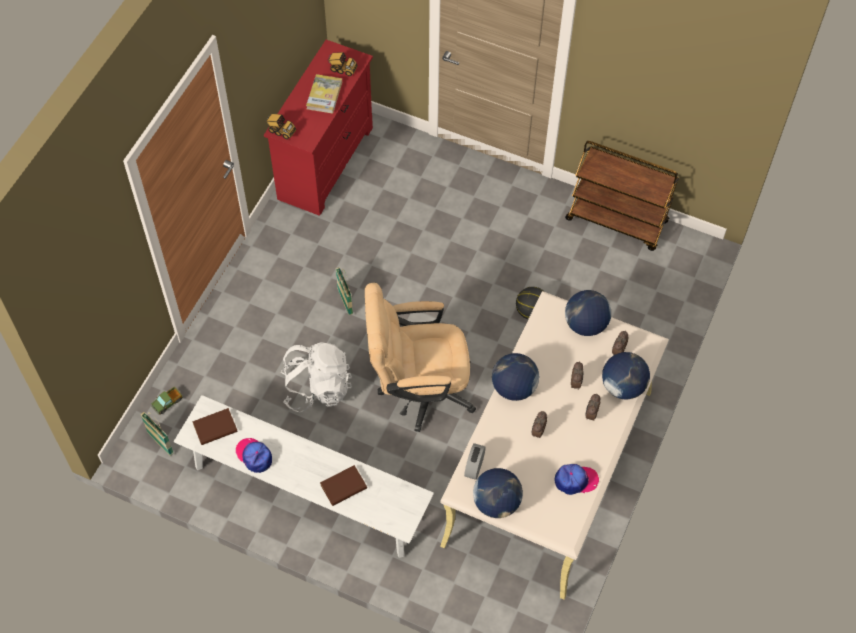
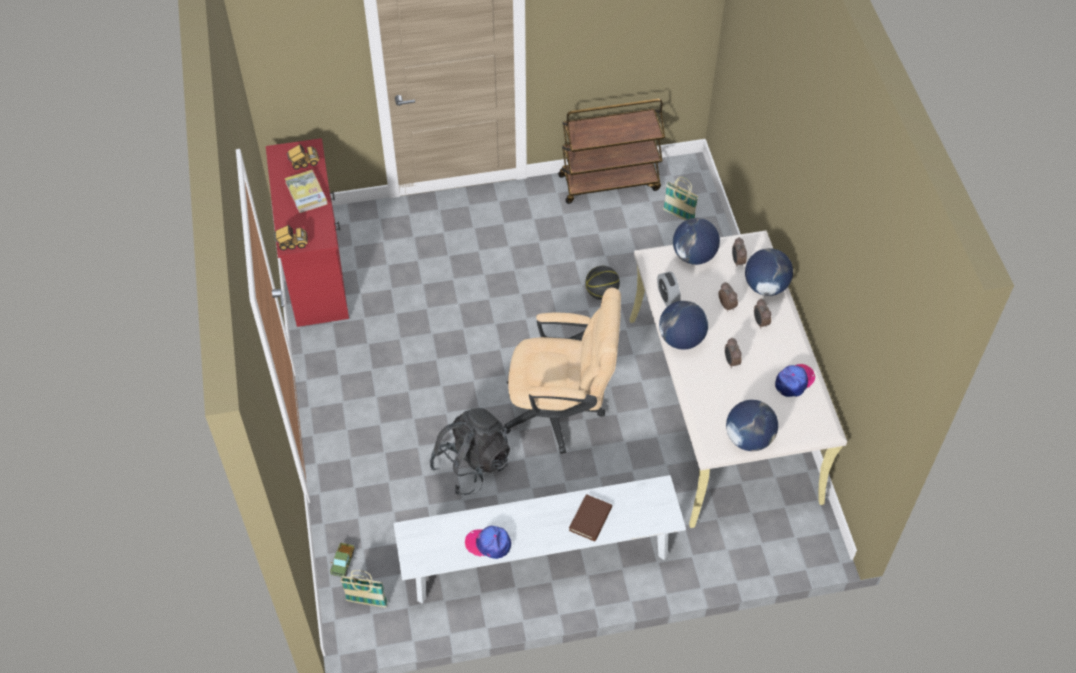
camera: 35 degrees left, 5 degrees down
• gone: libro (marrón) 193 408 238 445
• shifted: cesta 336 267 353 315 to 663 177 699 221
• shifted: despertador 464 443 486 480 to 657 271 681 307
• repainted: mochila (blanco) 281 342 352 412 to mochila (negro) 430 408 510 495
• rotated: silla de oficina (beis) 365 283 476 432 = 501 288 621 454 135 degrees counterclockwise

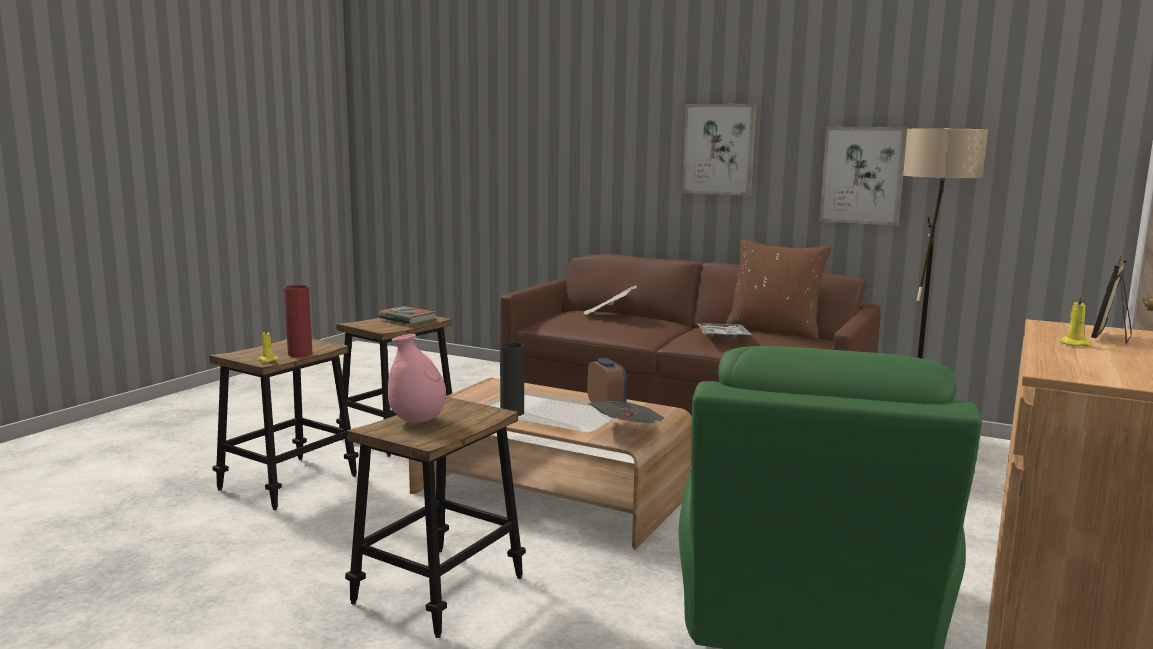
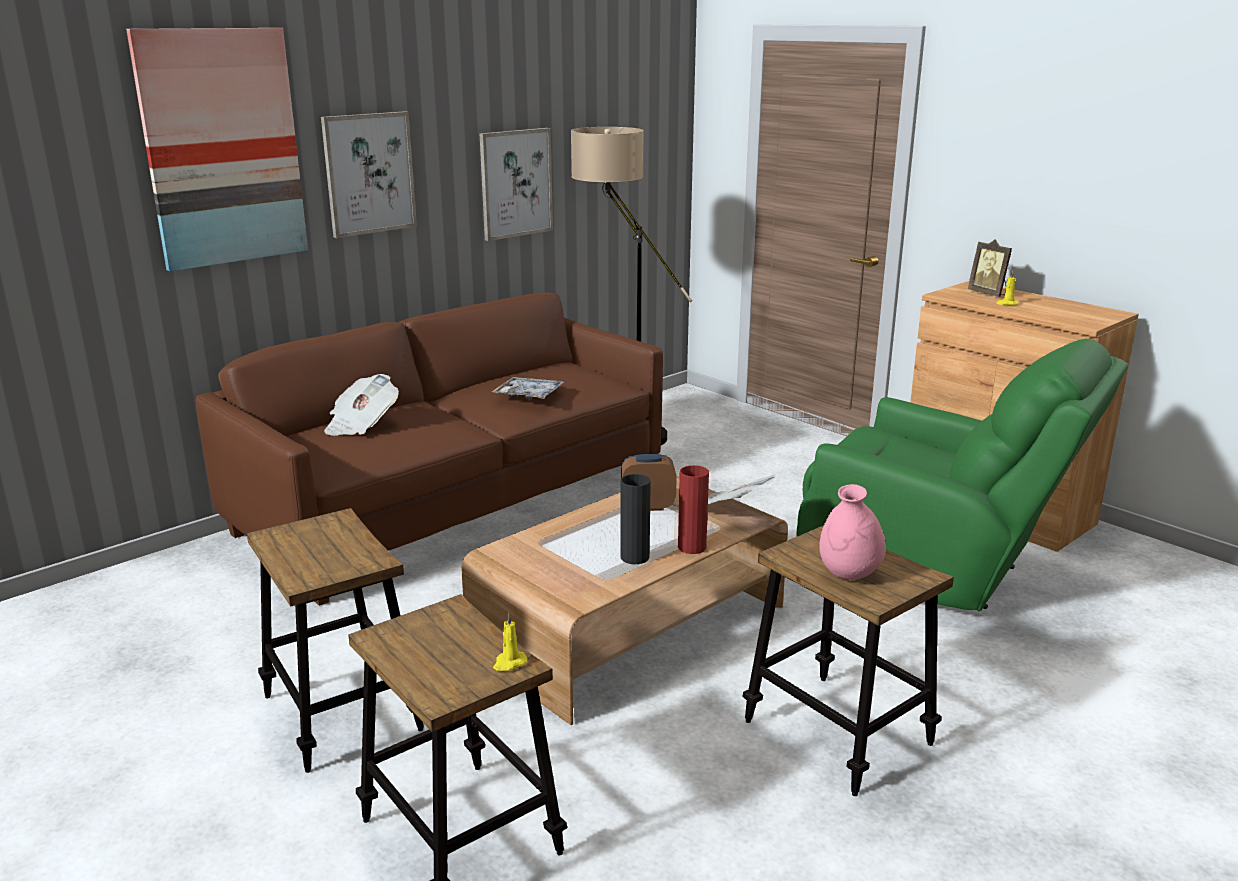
camera: 70 degrees left, 10 degrees up
• gone: libro 378 306 436 325
• gone: cojín (marrón) 725 240 831 340
• new: cuadro 126 28 308 272
• shifted: florero (rojo) 284 285 312 357 to 678 465 709 554

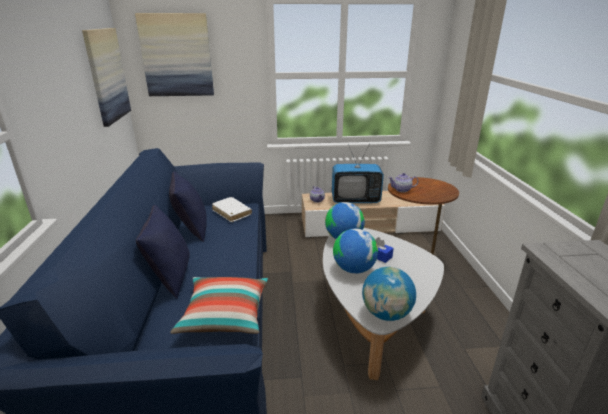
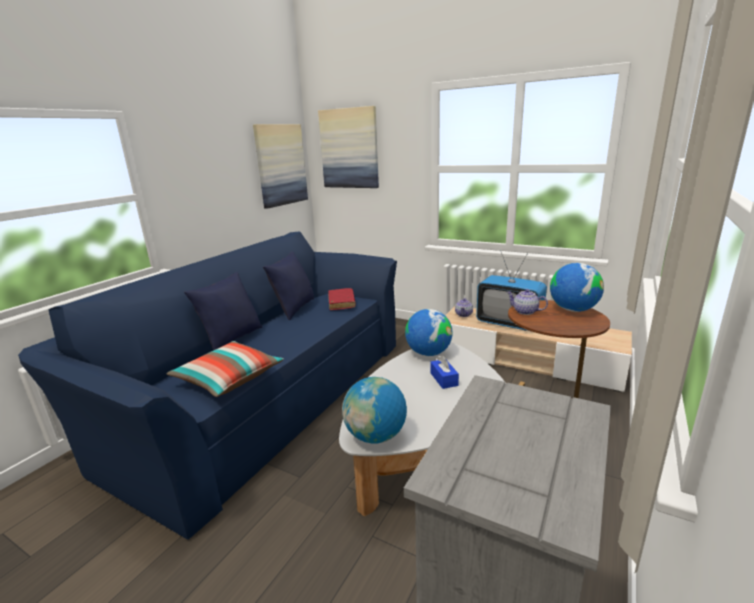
camera: 35 degrees right, 5 degrees down
• shifted: globo terráqueo 333 229 378 274 to 550 263 604 312
• repainted: libro (blanco) 212 197 252 222 to libro (rojo) 328 288 356 310

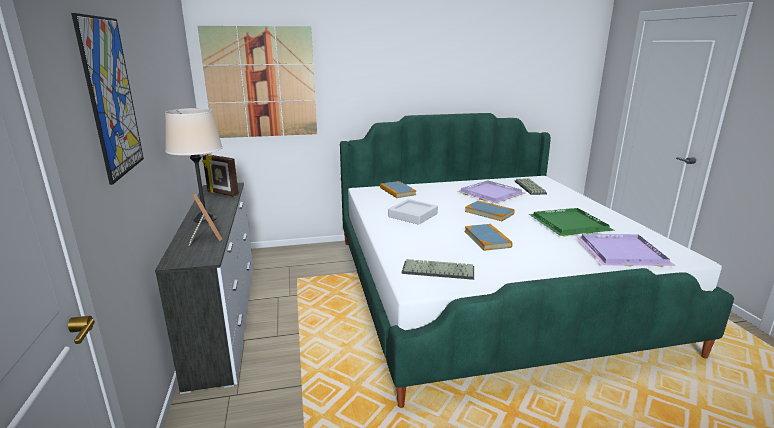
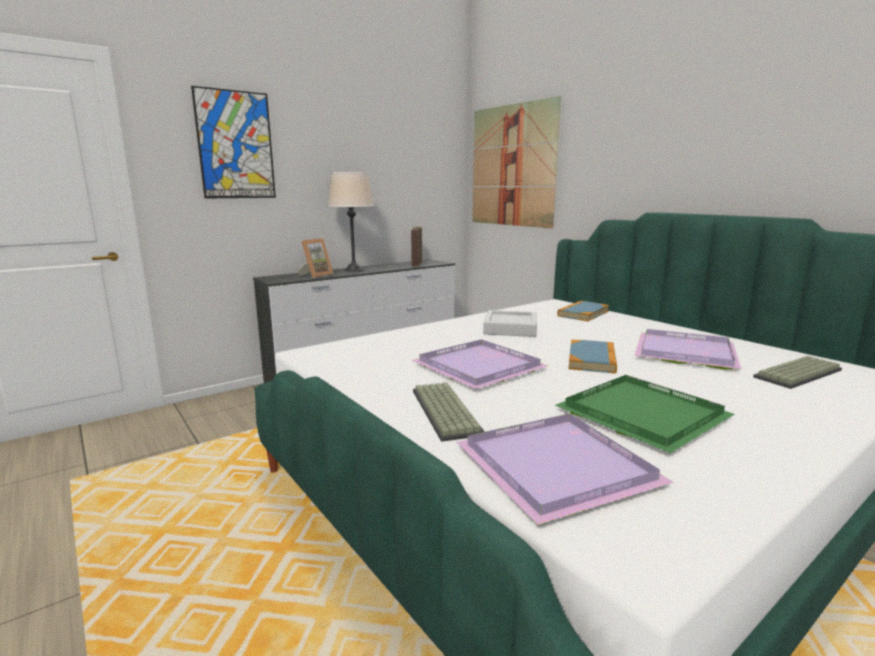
camera: 65 degrees right, 5 degrees down
• shifted: teclado 402 259 474 280 to 413 382 485 442
• swapped: libro 465 224 513 251 to bandeja (morado) 412 339 548 389

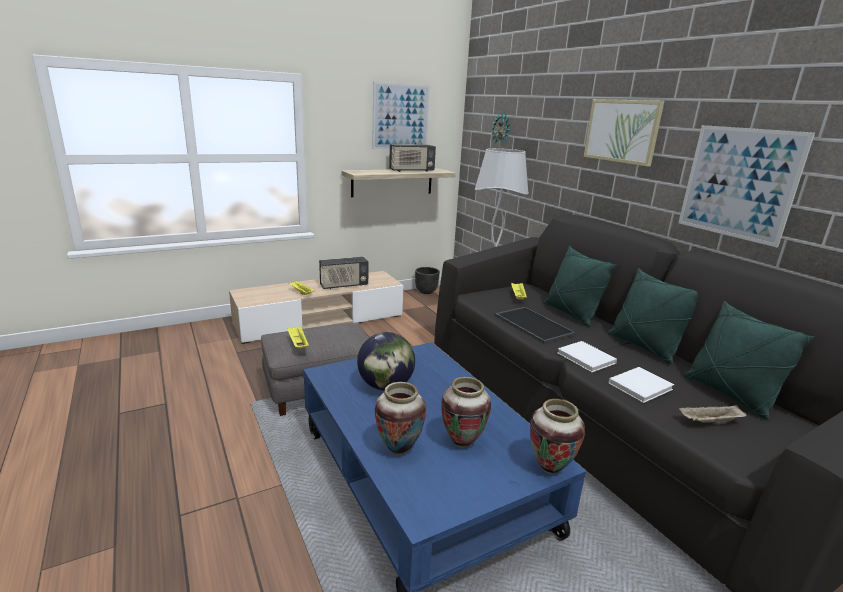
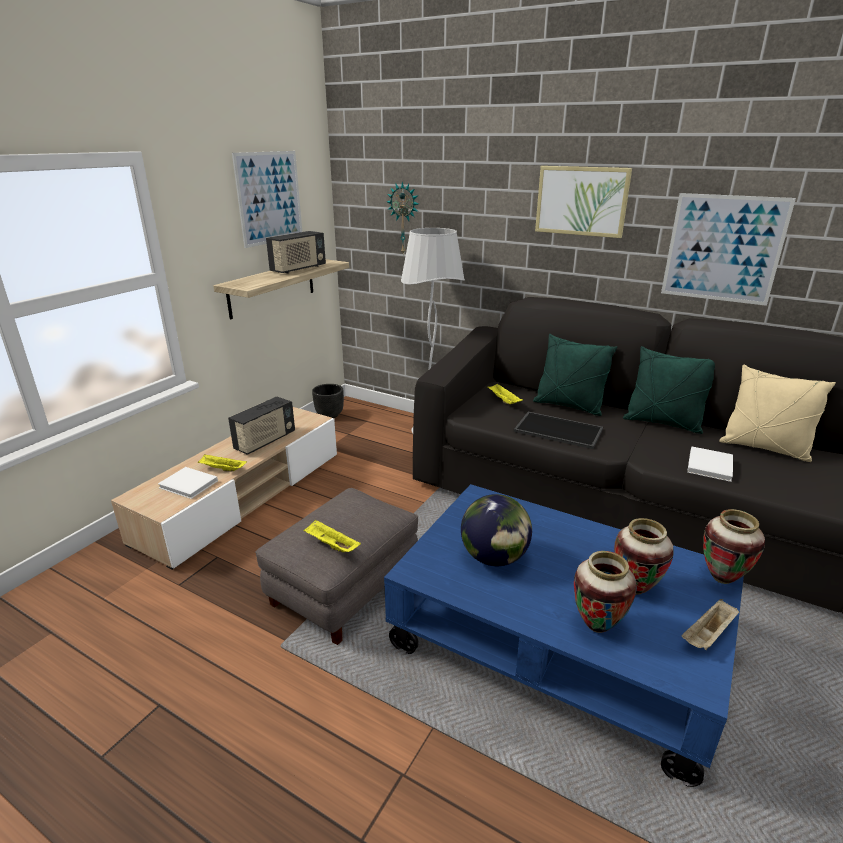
camera: 30 degrees left, 5 degrees up
• shifted: libro (blanco) 557 341 617 372 to 158 467 218 499
• shifted: bandeja (beis) 679 405 747 425 to 682 599 739 650
• repainted: cojín (verde) 684 301 815 420 to cojín (beis) 719 365 836 462

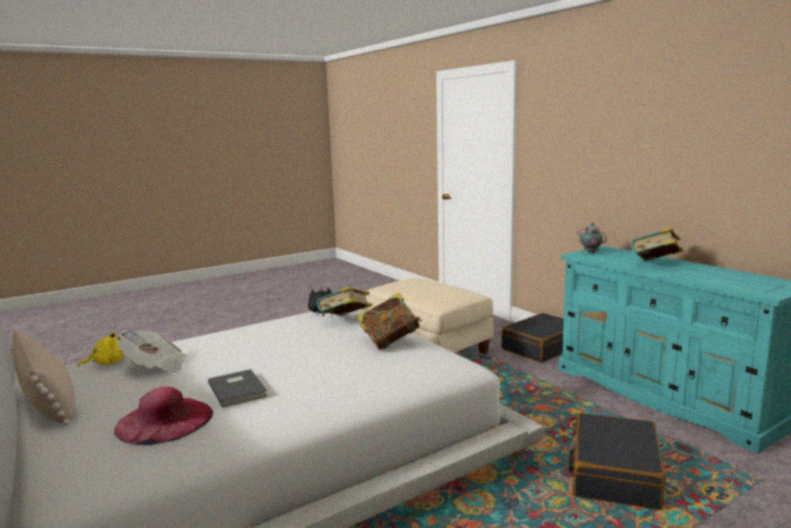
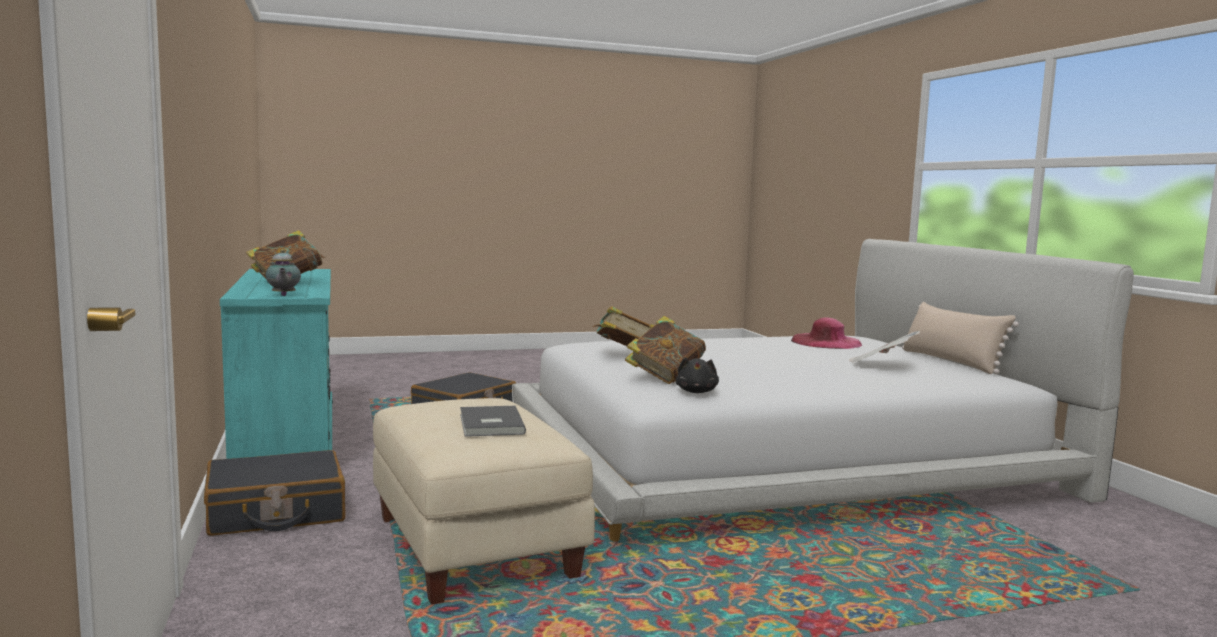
camera: 165 degrees left, 5 degrees down
• gone: peluche (amarillo) 77 332 125 367
• shifted: libro (gris) 208 369 268 408 to 460 406 526 437

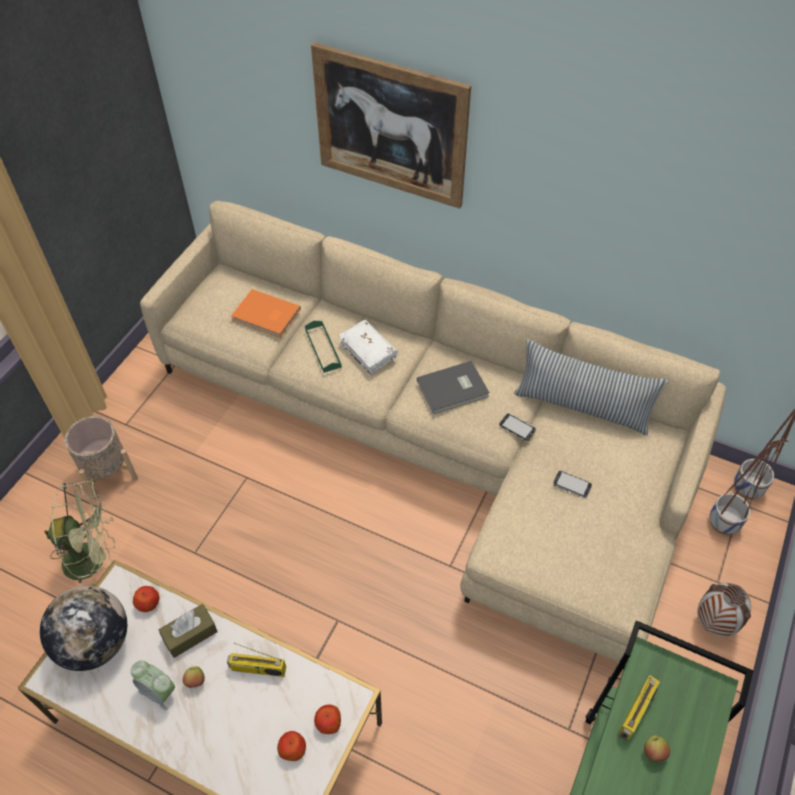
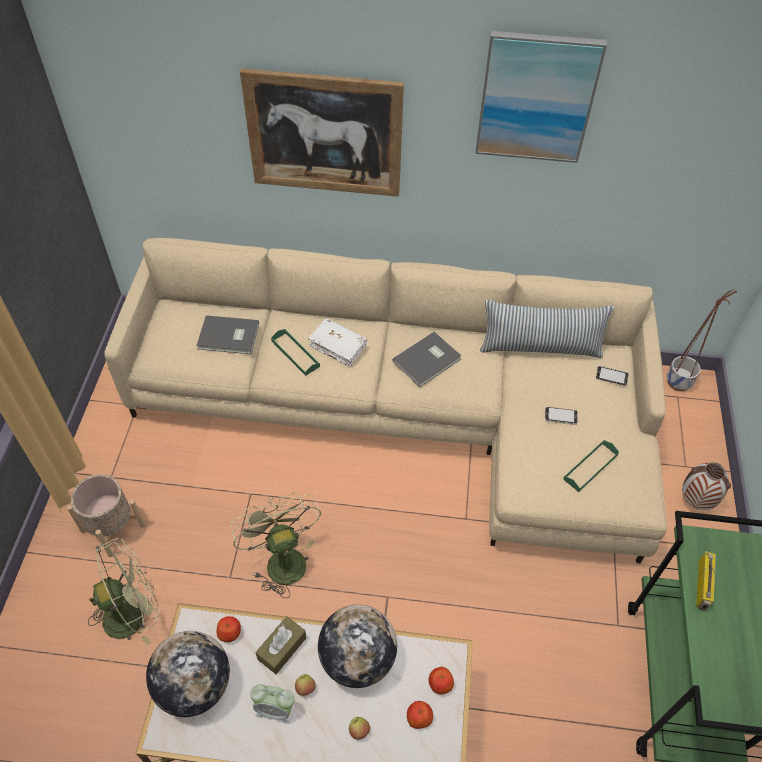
camera: 20 degrees left, 0 degrees up
• gone: maceta 709 440 789 535
• new: ventilador (verde) 230 492 321 598
• new: cuadro 475 31 607 163
• new: bandeja (verde) 563 440 619 492
• shifted: móvil 499 413 536 441 to 596 366 629 386
• shifted: manzana 644 735 670 762 to 349 717 370 740
• swapped: radio 227 643 286 677 to globo terráqueo 318 605 397 688
• repainted: libro (naranja) 231 289 301 338 to libro (gris) 196 315 259 354

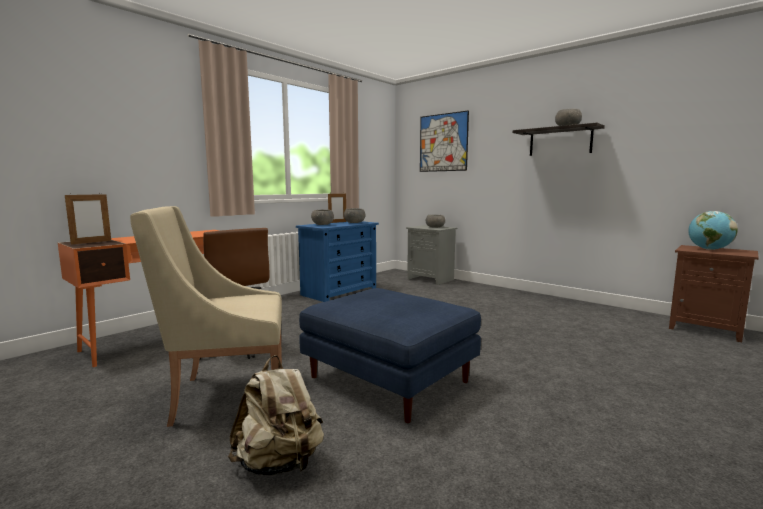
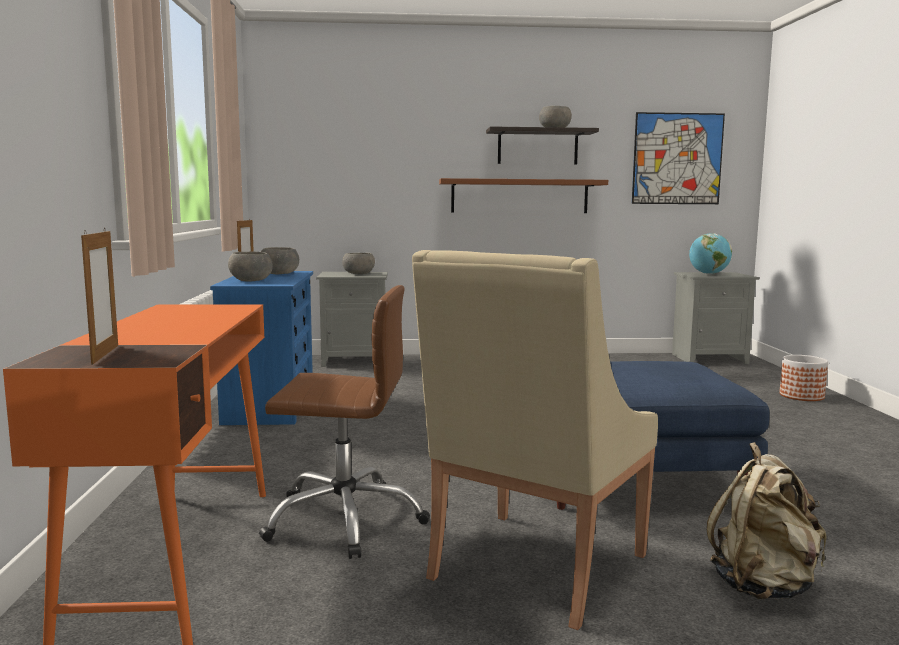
camera: 45 degrees left, 0 degrees up
• new: estante (marrón) 439 178 608 213
• new: maceta 779 355 828 401
• shifted: cuadro 420 110 469 172 to 632 112 725 204
• repainted: mesita de noche (marrón) 669 245 759 342 to mesita de noche (gris) 672 272 759 364

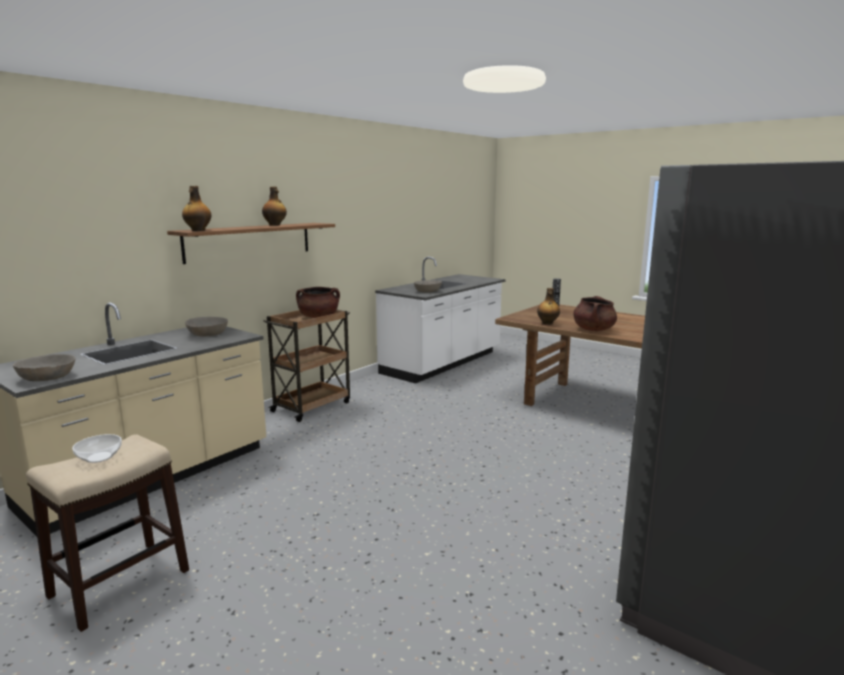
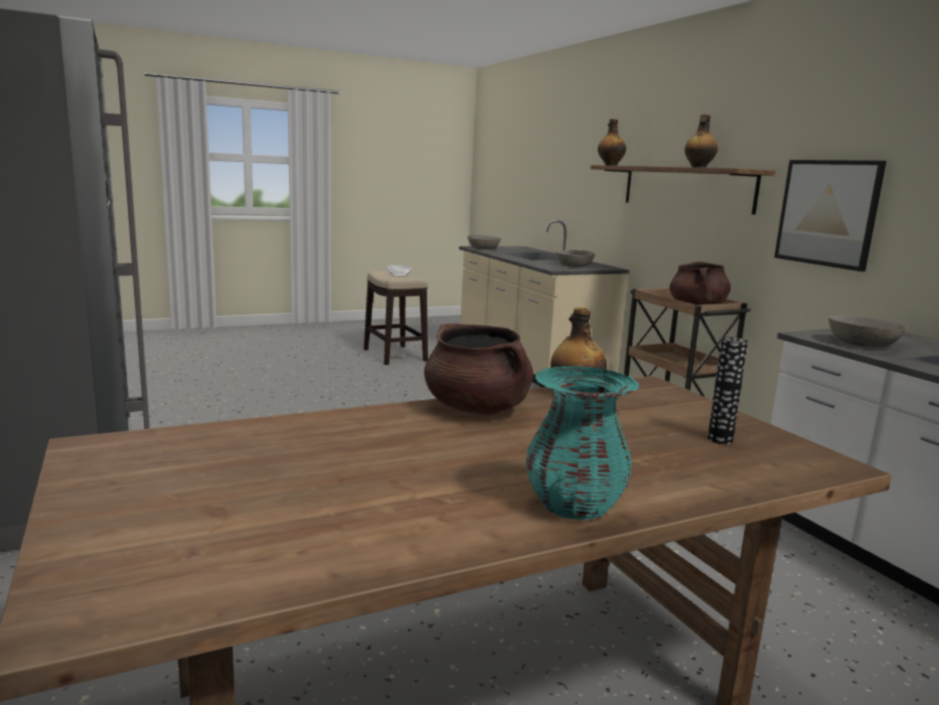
camera: 115 degrees right, 0 degrees up
• new: florero (turquesa) 525 366 640 520
• new: cuadro 774 160 886 272

